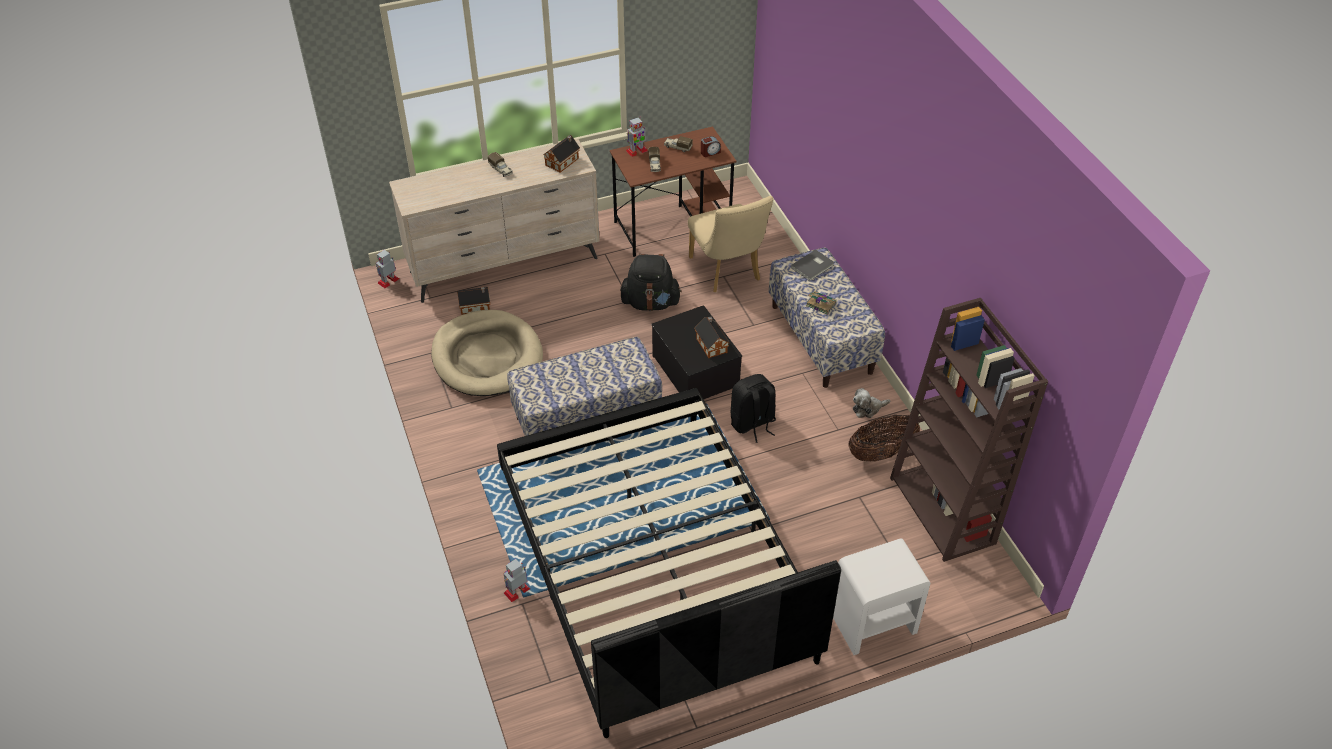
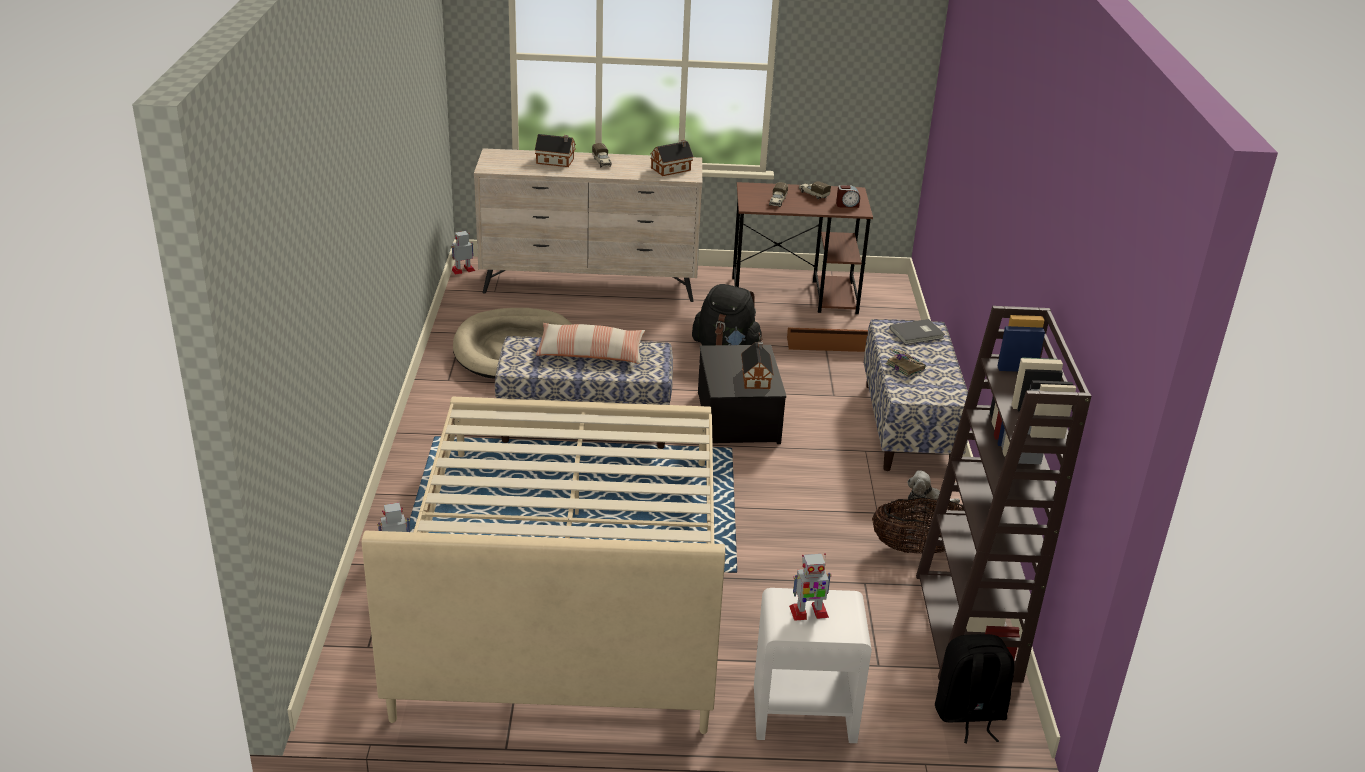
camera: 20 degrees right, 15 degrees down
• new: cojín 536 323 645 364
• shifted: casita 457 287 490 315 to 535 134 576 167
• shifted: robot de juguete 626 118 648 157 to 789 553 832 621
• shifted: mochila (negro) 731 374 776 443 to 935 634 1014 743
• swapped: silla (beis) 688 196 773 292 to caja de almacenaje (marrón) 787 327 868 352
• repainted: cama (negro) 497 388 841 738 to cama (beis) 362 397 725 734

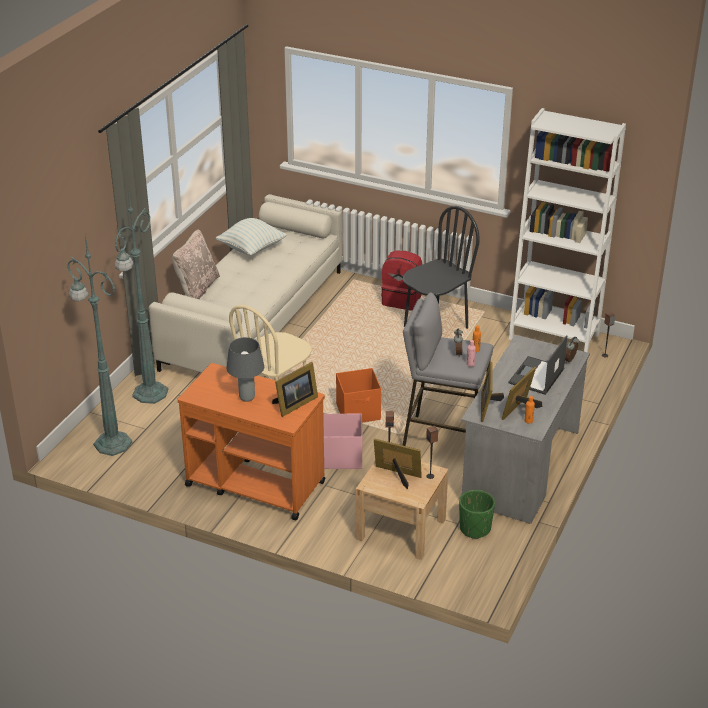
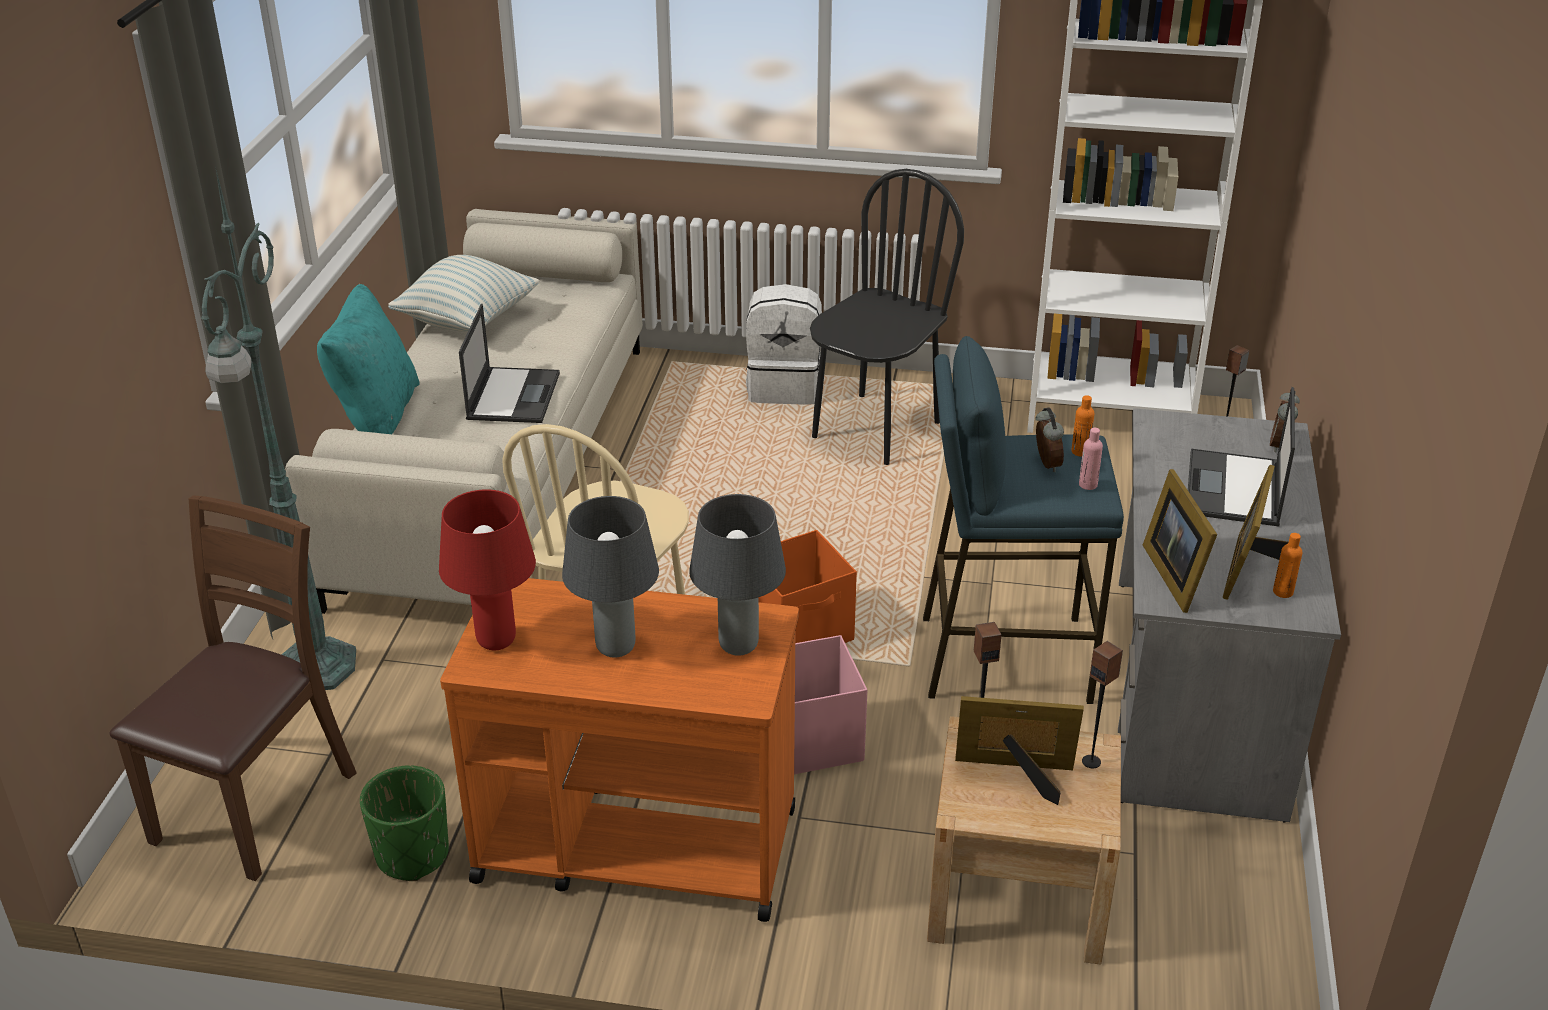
camera: 15 degrees left, 0 degrees up
• new: lámpara de mesa (rojo) 439 489 536 650
• new: portátil 459 304 560 423
• shifted: maceta (verde) 459 490 495 539 to 360 765 449 881
• swapped: lámpara de pie (verde) 67 235 132 456 to silla (marrón) 110 495 357 881
• swapped: portarretratos 272 362 318 417 to lámpara de mesa (gris) 689 494 786 656
• repainted: cojín (beis) 172 229 220 299 to cojín (turquesa) 317 284 420 434
• repainted: mochila (rojo) 381 251 422 310 to mochila (blanco) 746 284 822 405
• repainted: taburete (gris) 403 292 493 446 to taburete (azul) 923 336 1124 704

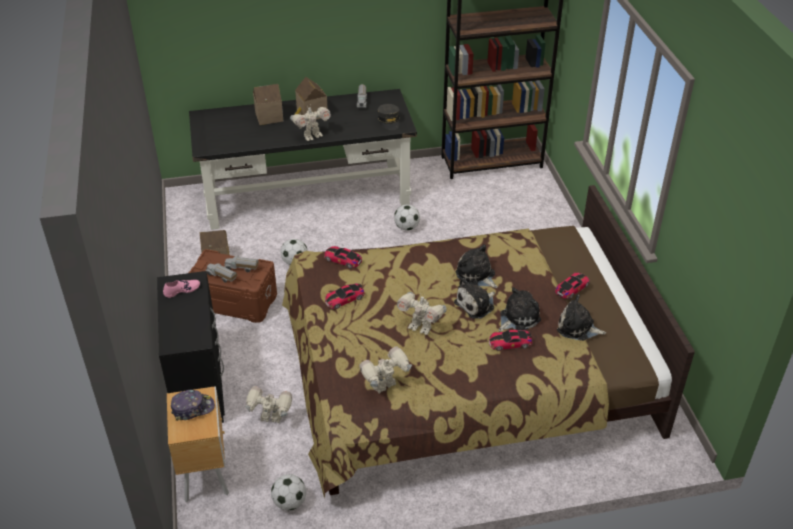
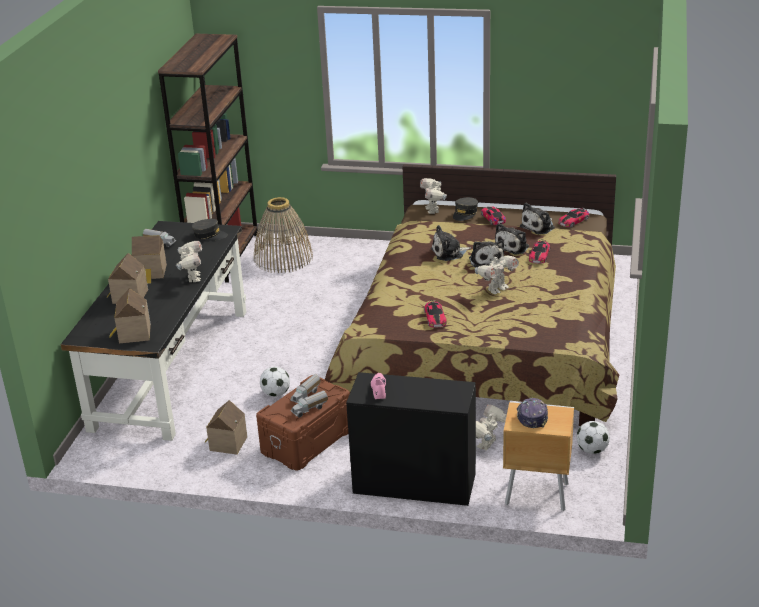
camera: 65 degrees left, 10 degrees down
• gone: balón de fútbol 394 204 420 230
• new: casita 109 288 151 344
• new: cesta 254 197 313 273
• new: gorra (gris) 453 197 478 221
• shifted: coche de juguete 324 246 362 269 to 559 208 589 228
• shifted: robot de juguete 359 346 412 393 to 420 178 447 214
• rotated: peluche 499 287 541 331 = 495 223 529 255 135 degrees counterclockwise

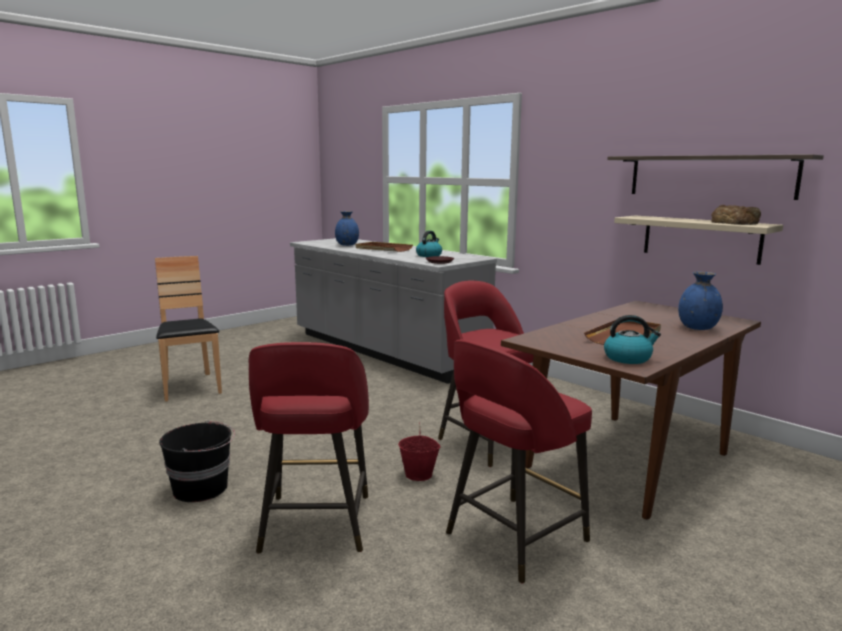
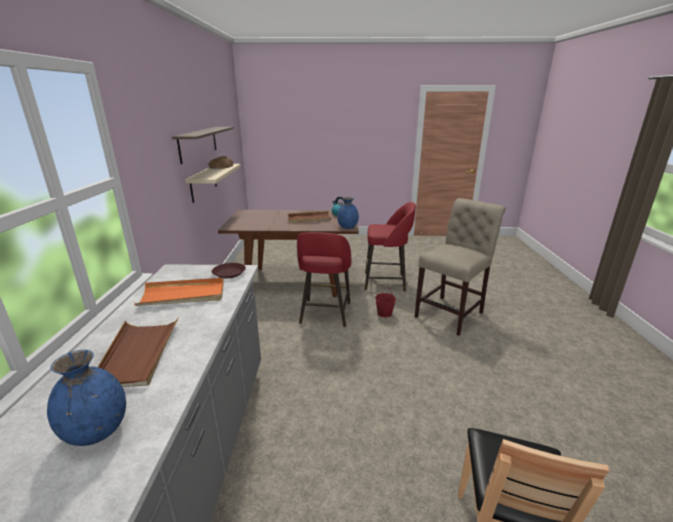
camera: 135 degrees left, 10 degrees up
• gone: cubo (negro) 159 420 235 502
• shifted: florero (azul) 678 272 723 330 to 337 197 359 229
• swapped: taburete (rojo) 249 342 369 554 to silla (beis) 415 198 506 336
• swapped: hervidor 416 231 442 257 to bandeja (naranja) 134 278 224 306

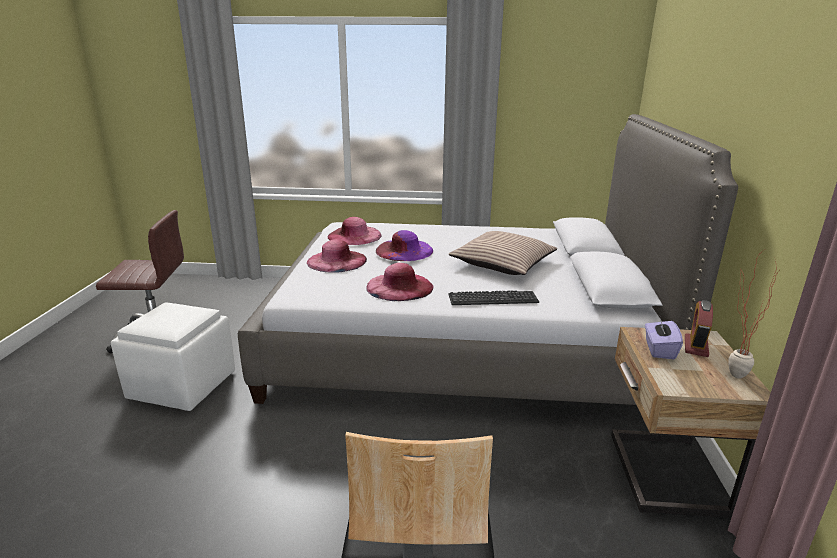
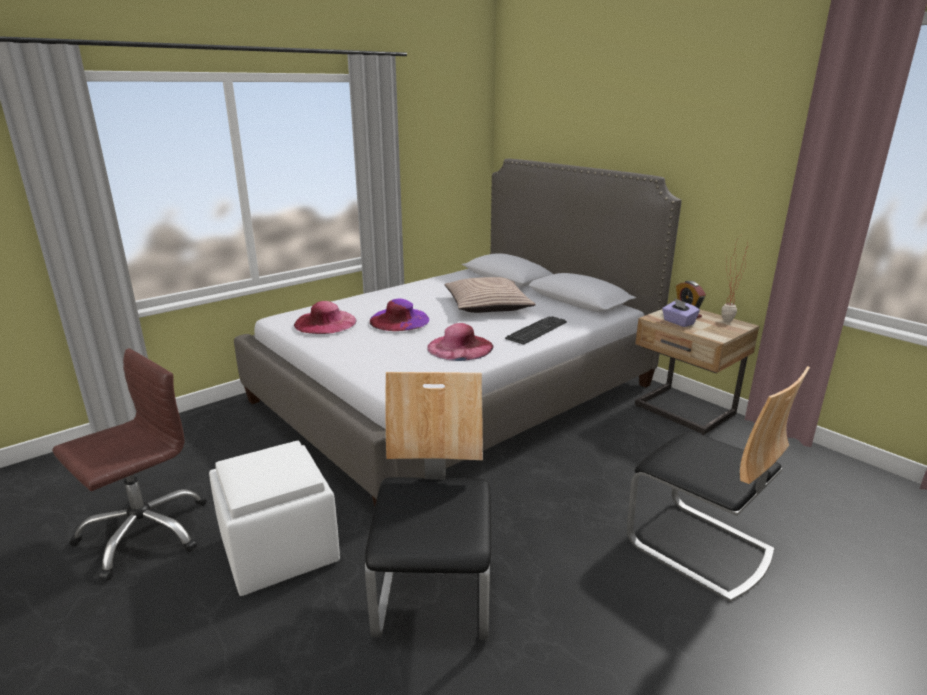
camera: 45 degrees left, 0 degrees up
• gone: sombrero (rosa) 307 239 367 273
• new: silla 365 372 491 640

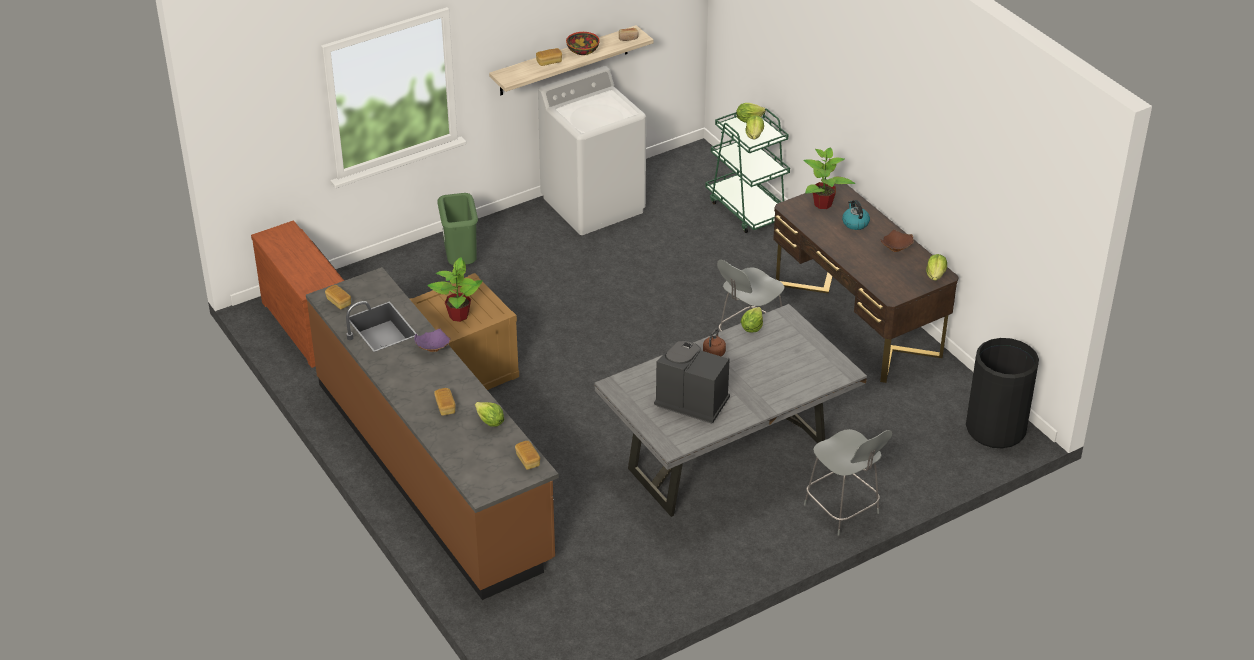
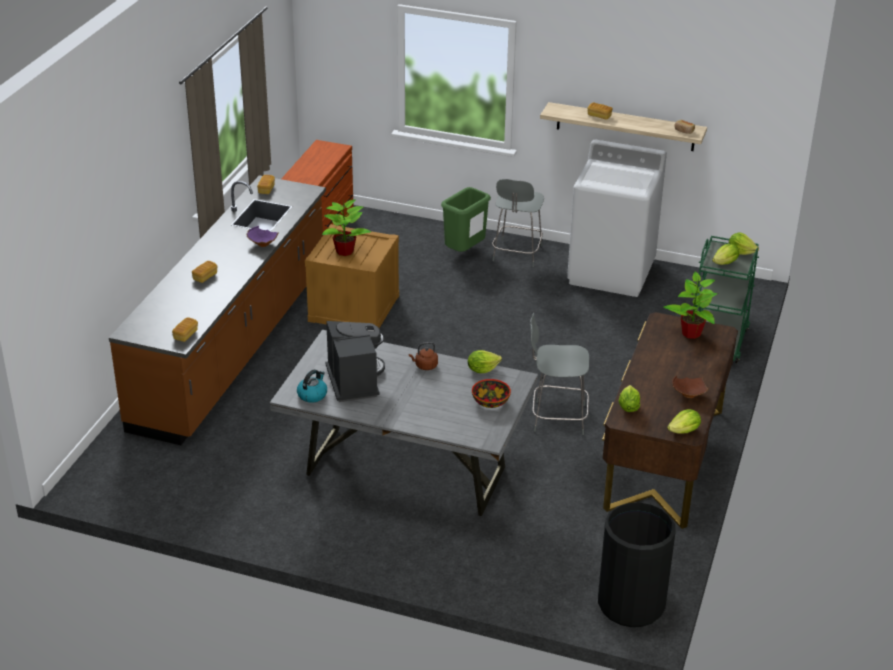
camera: 50 degrees right, 5 degrees down
• shifted: lechuga 475 402 504 427 to 619 385 640 412
• shifted: cuenco 566 32 600 55 to 472 379 511 408
• shifted: silla (gris) 804 429 892 536 to 492 179 544 267
• shifted: hervidor 842 200 870 230 to 297 370 327 403

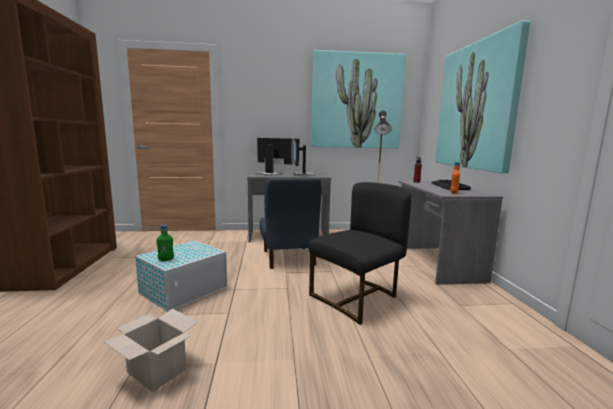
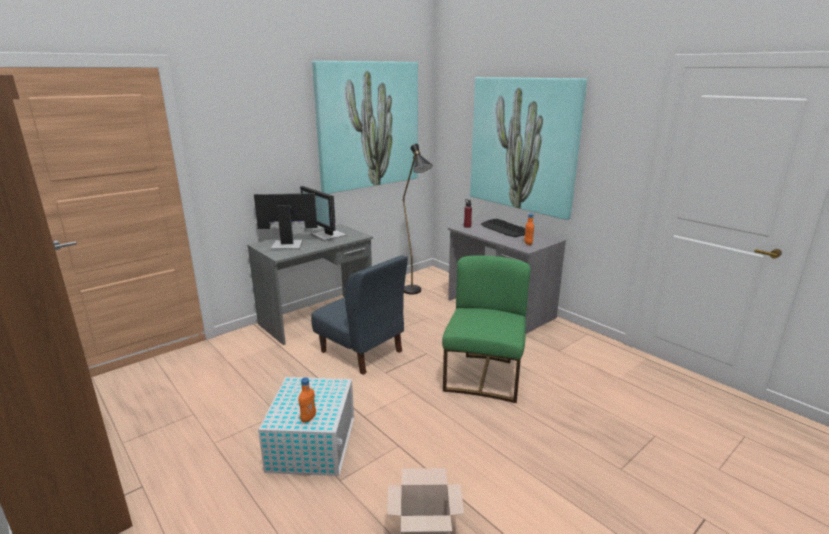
camera: 35 degrees left, 10 degrees up
• repainted: botella (verde) 157 225 174 261 to botella (naranja) 298 377 316 423
• repainted: silla (negro) 308 182 411 325 to silla (verde) 442 255 531 403

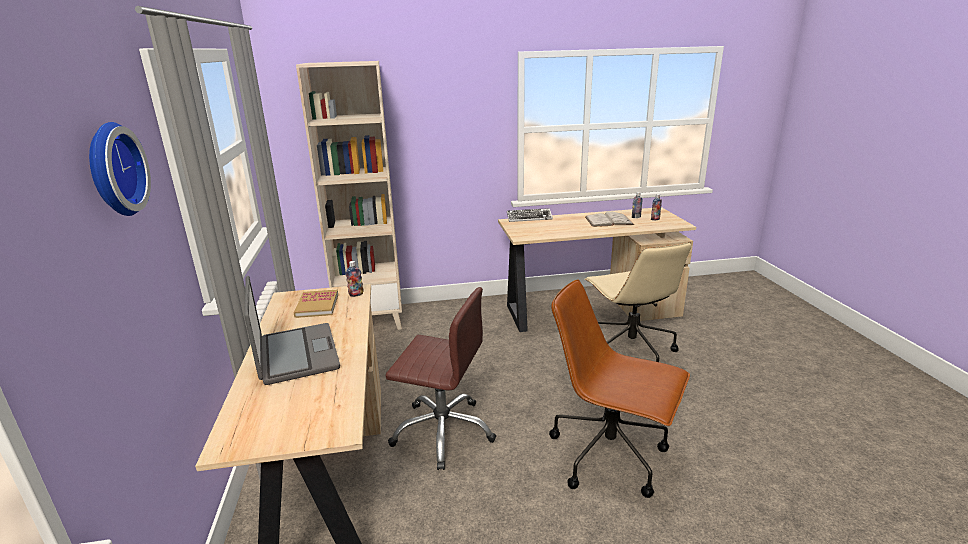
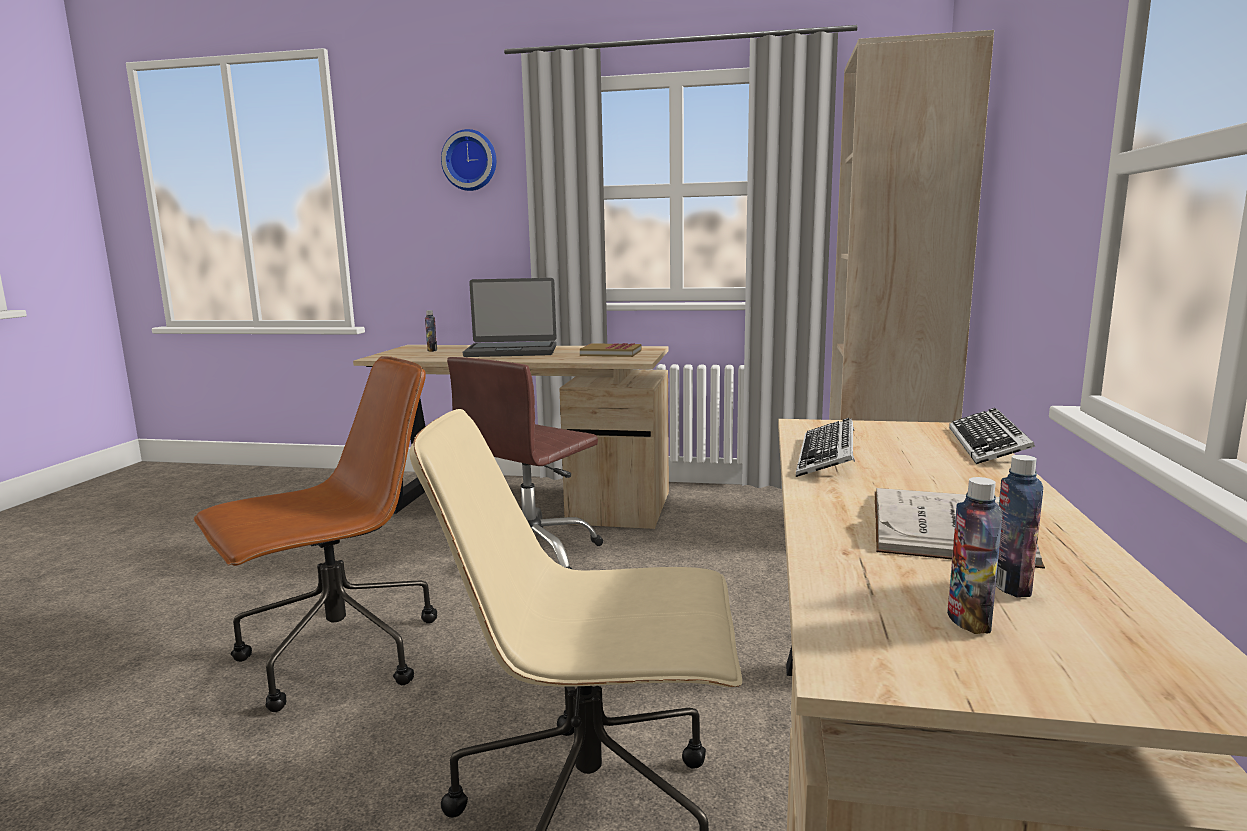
camera: 110 degrees right, 10 degrees down
• new: teclado 796 418 855 477
• shifted: botella 346 261 363 297 to 425 310 437 352

